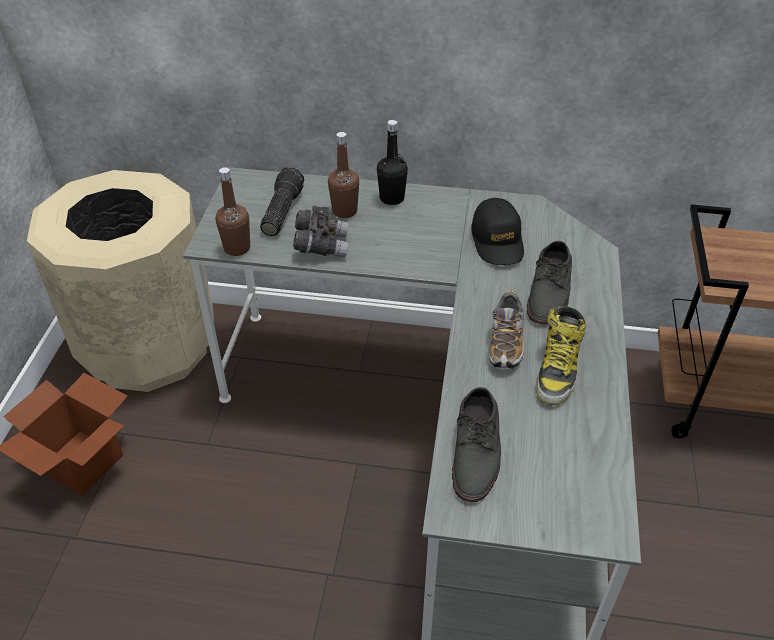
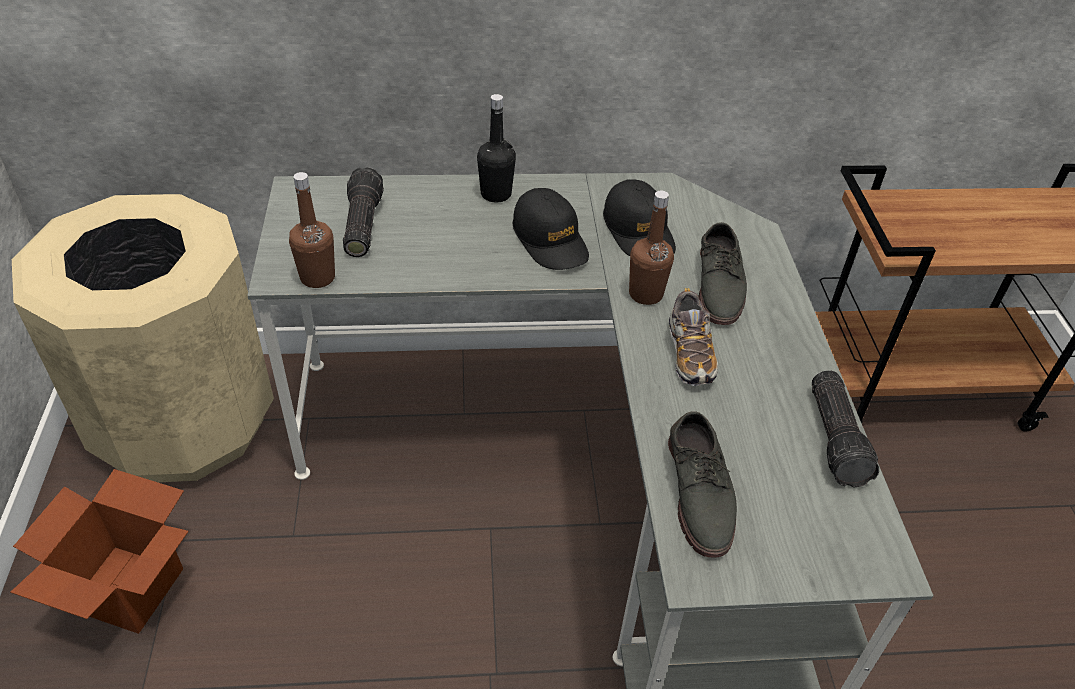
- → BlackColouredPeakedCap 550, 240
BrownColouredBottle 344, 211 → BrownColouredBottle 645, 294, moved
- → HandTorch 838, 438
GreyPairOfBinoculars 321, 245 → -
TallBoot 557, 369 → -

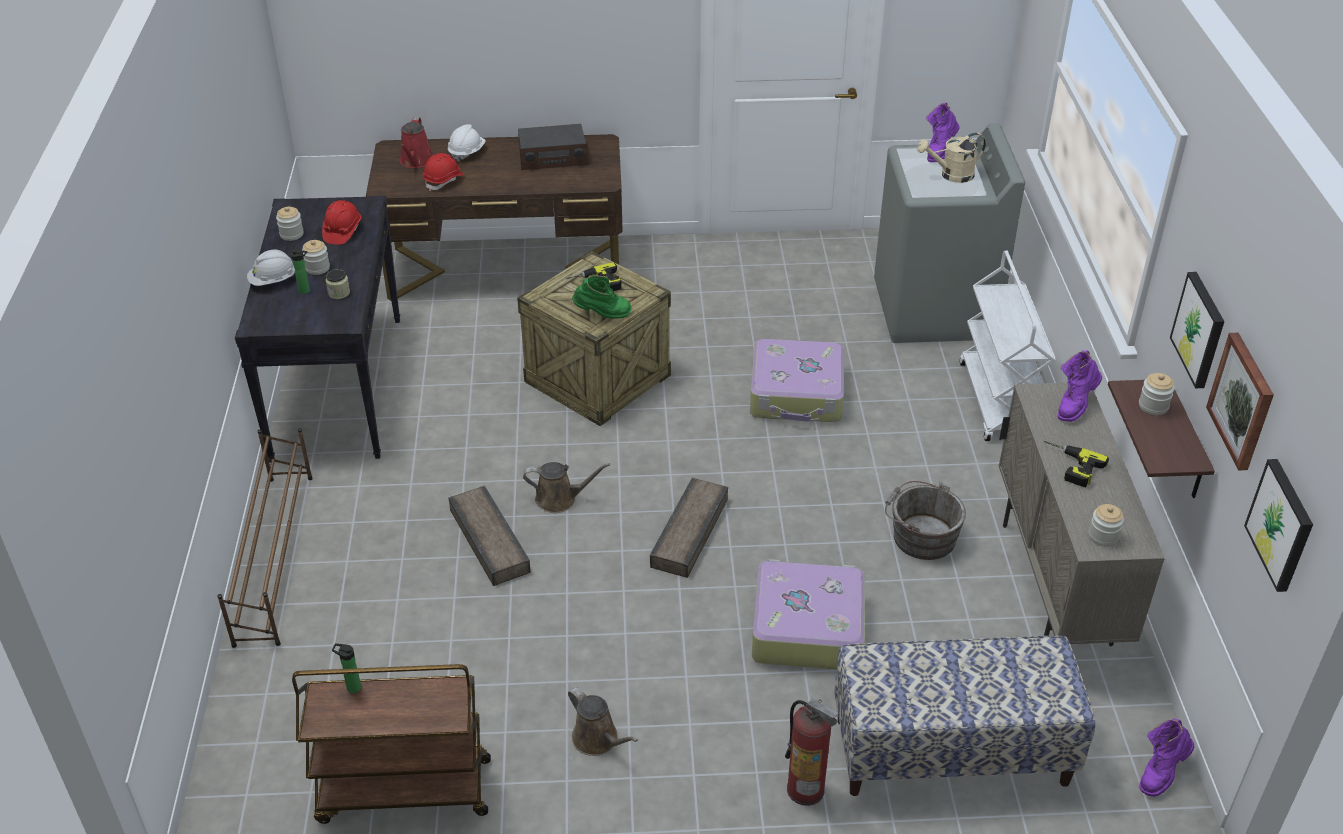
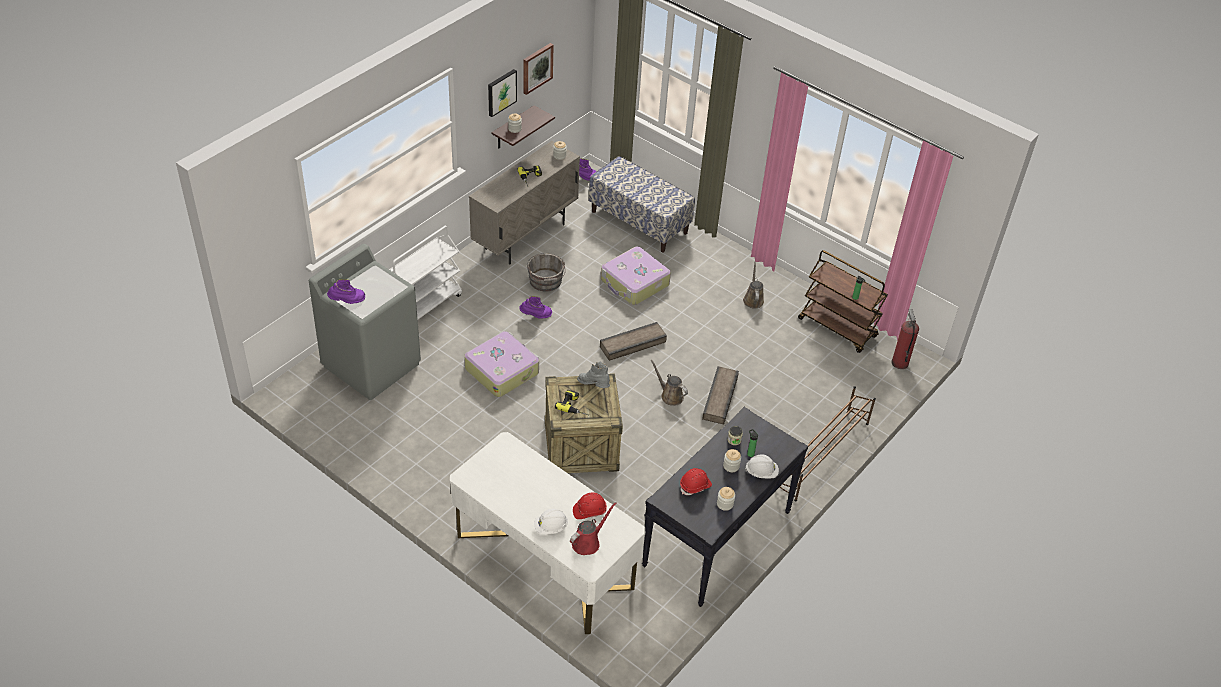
BrownColouredDeskUnit 505, 270 → WhiteDeskUnit 545, 561
PurplishTallBoot 1075, 405 → PurplishTallBoot 536, 316, moved
GreenTallBoot 602, 315 → GreyTallBoot 594, 386
FireExtinguisher 806, 789 → FireExtinguisher 899, 362, moved
RadioReceiver 552, 157 → -
BeigeColouredWateringPot 951, 175 → -
Picture 1282, 524 → -

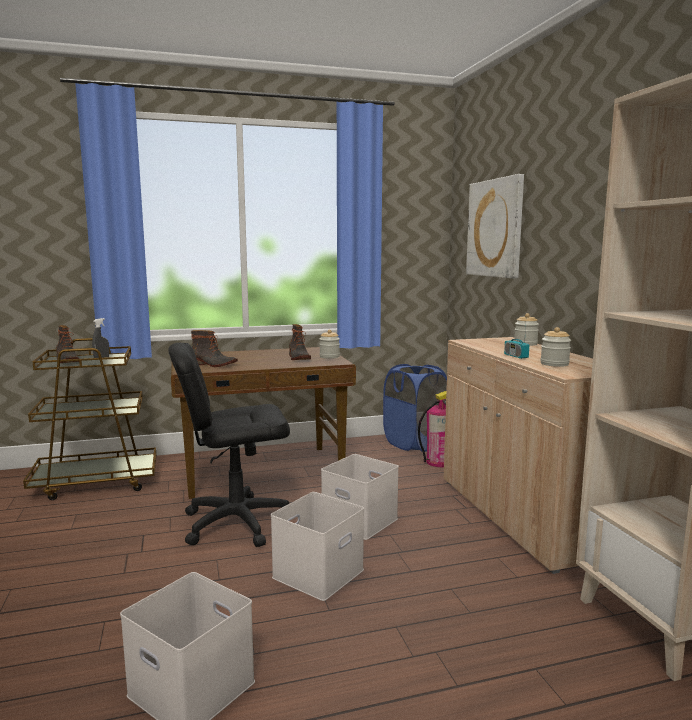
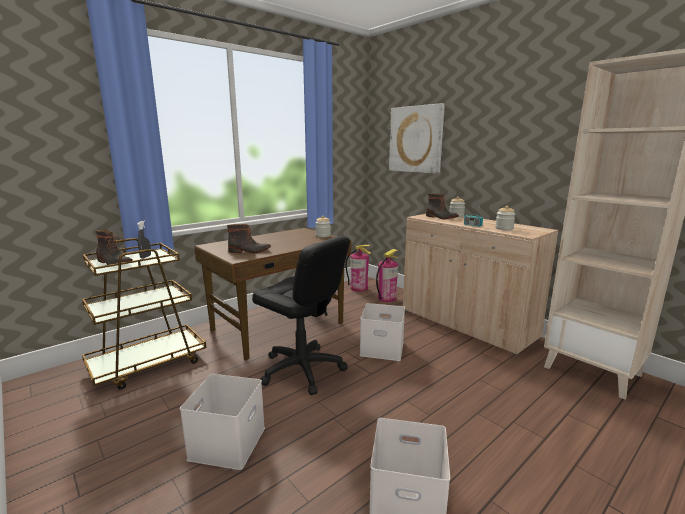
WhiteStorageContainer 318, 572 → WhiteStorageContainer 227, 442, moved
BlackColouredDeskChair 236, 522 → BlackColouredDeskChair 302, 370, 105 degrees counterclockwise
BlueColouredLaundryBasket 415, 443 → FireExtinguisher 359, 288
TallBoot 298, 358 → TallBoot 441, 217, moved

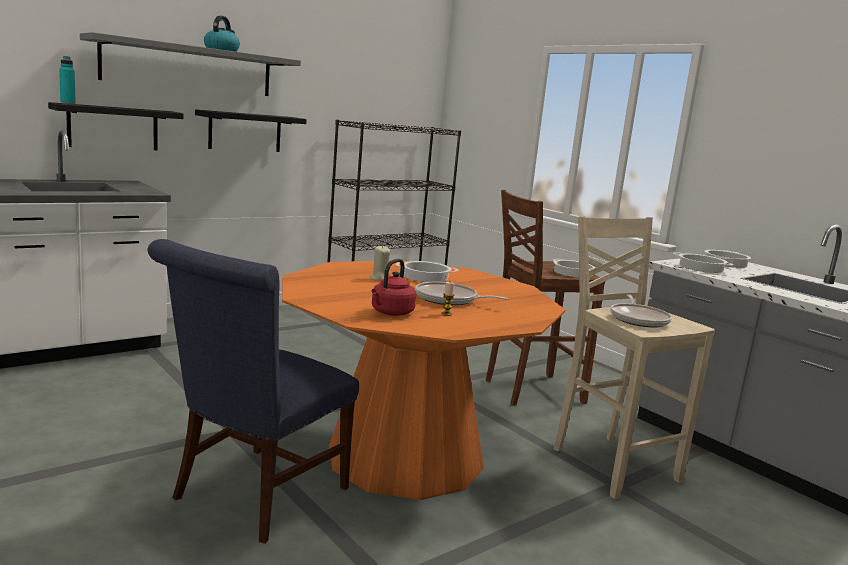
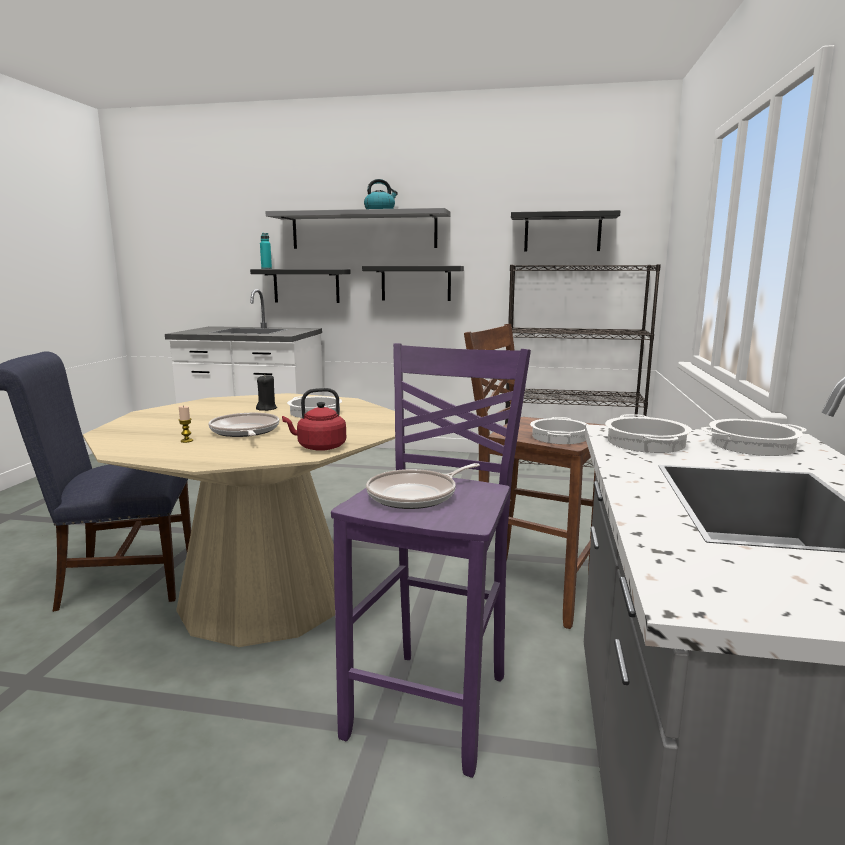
OrangeDinnerTable 405, 456 → BeigeColouredDinnerTable 264, 597
BeigeColouredCandle 379, 278 → BlackColouredCandle 267, 408
ReddishKettle 391, 313 → ReddishKettle 319, 447, moved
BeigeColouredStool 612, 464 → PurplishStool 434, 705
- → BlackColouredBracketShelf 562, 232

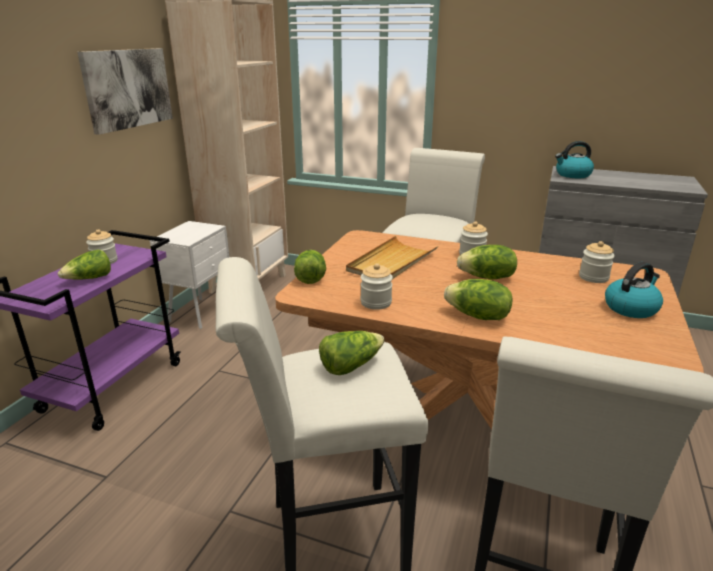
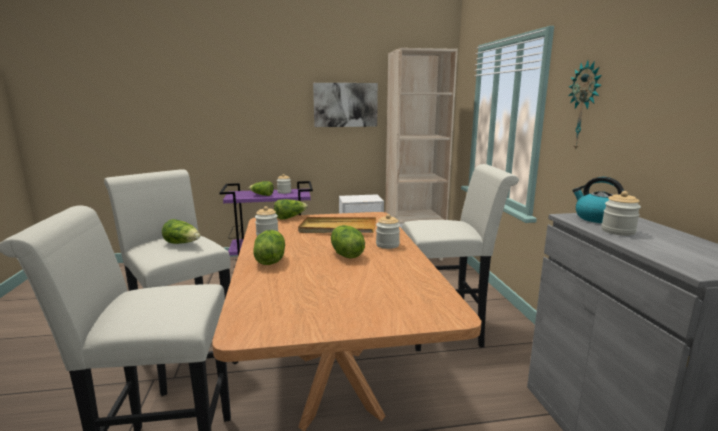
- → ClockOnTheWall 584, 106
PreserveJar 593, 277 → PreserveJar 618, 231, moved
Kettle 631, 308 → -

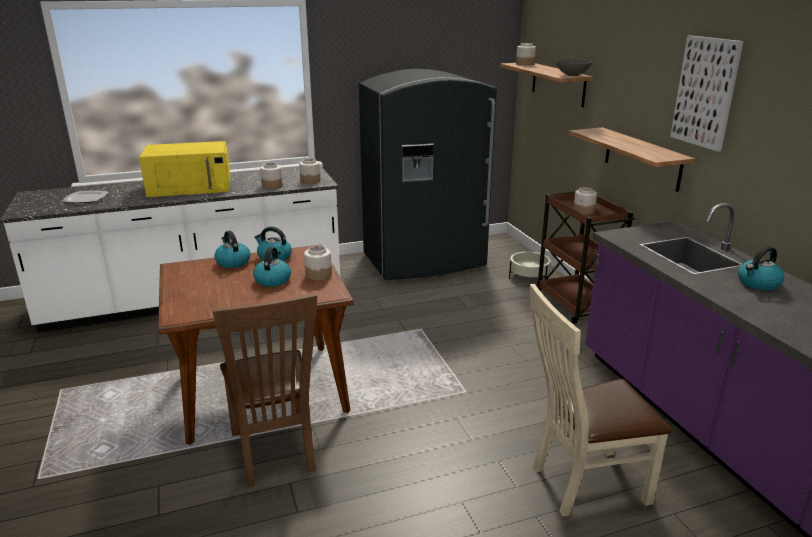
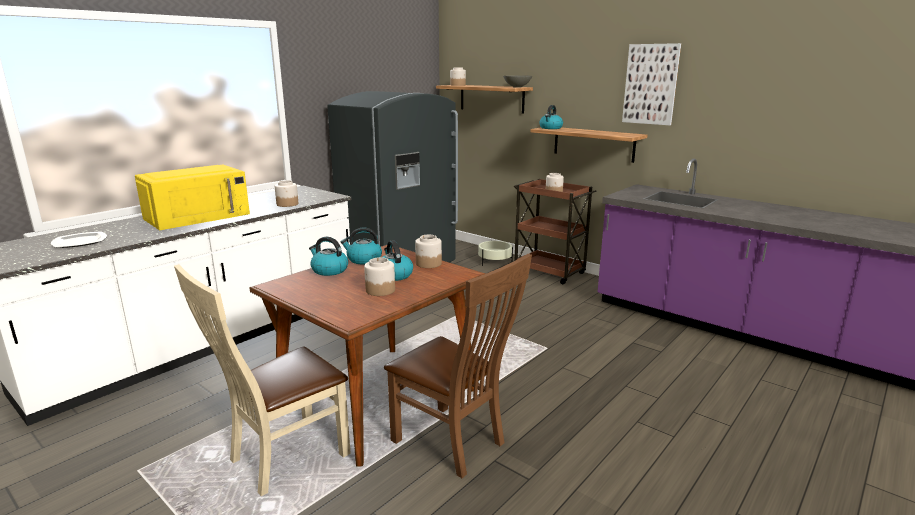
BeigeColouredUprightChair 582, 484 → BeigeColouredUprightChair 282, 459, moved
PreserveJar 310, 181 → PreserveJar 380, 290, moved
Kettle 758, 283 → Kettle 550, 128, moved

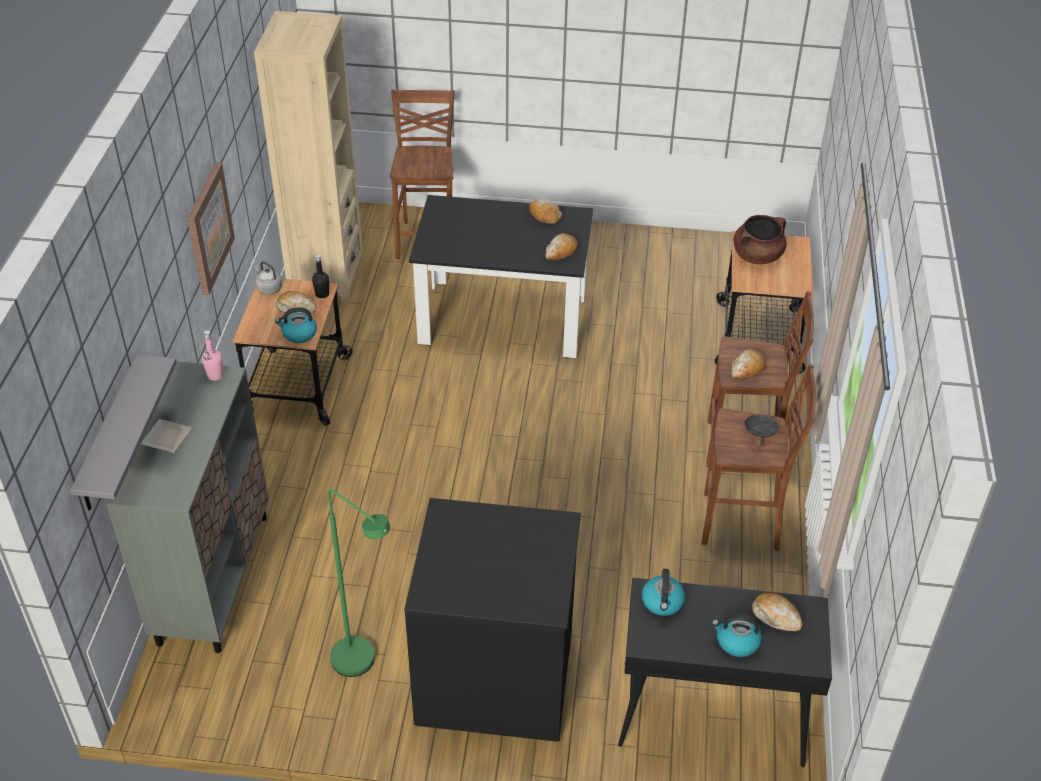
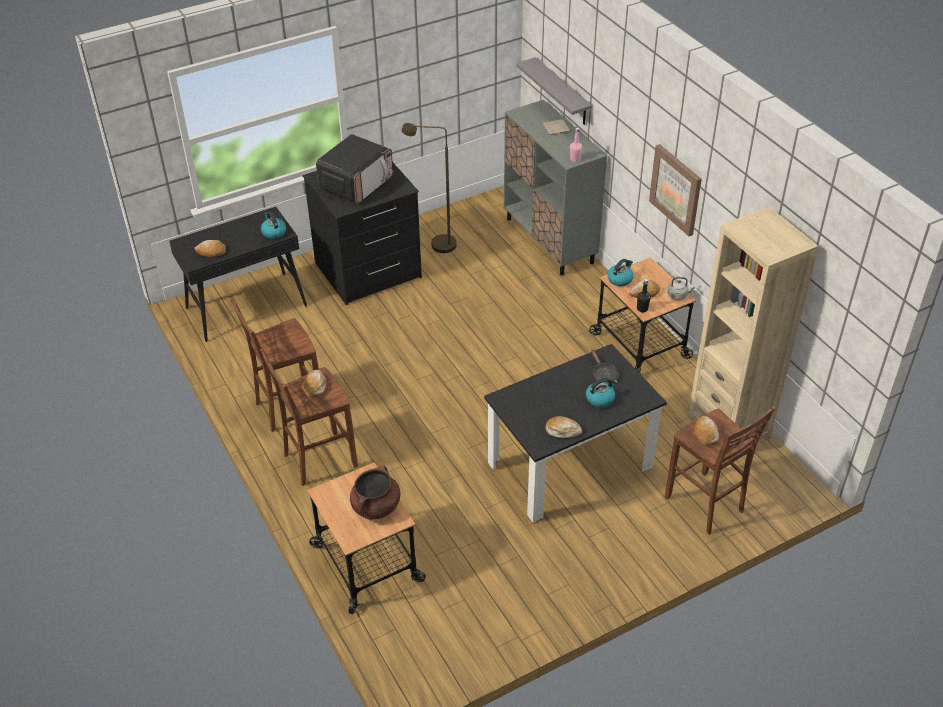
- → MicrowaveOven 357, 183
GreenStandardLamp 363, 664 → BrownColouredStandardLamp 436, 245
Kettle 736, 642 → Kettle 600, 398, moved
BlackColouredPan 760, 433 → BlackColouredPan 603, 375, moved
Bread 561, 251 → Bread 705, 433, moved

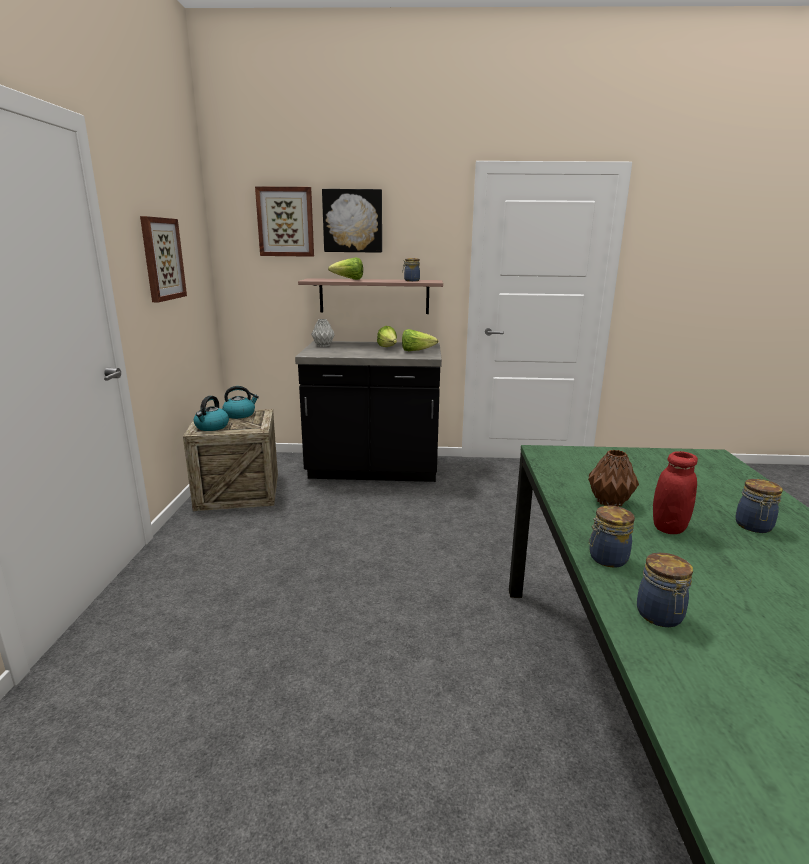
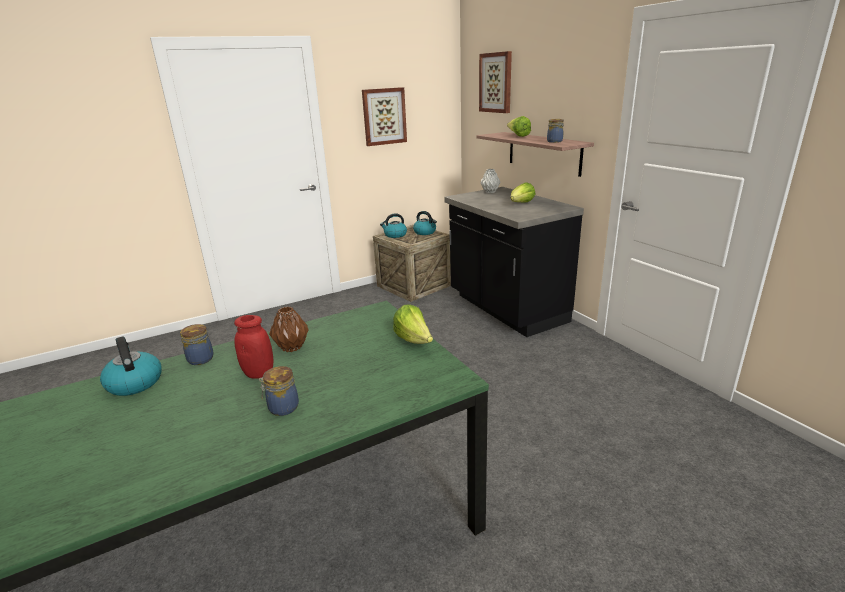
PreserveJar 660, 616 → Kettle 134, 383
LettuceHead 416, 351 → LettuceHead 414, 340, moved
Picture 353, 221 → -

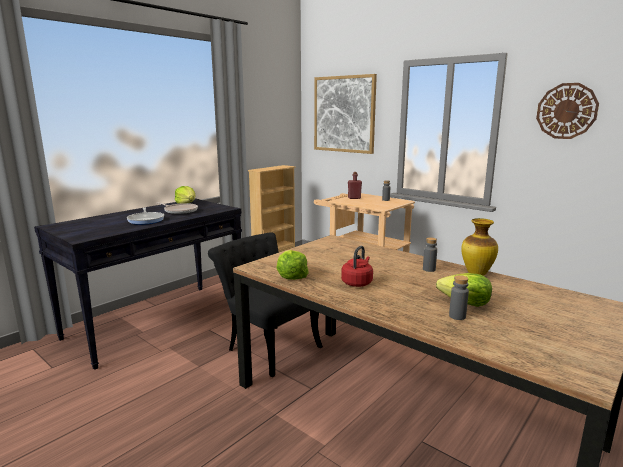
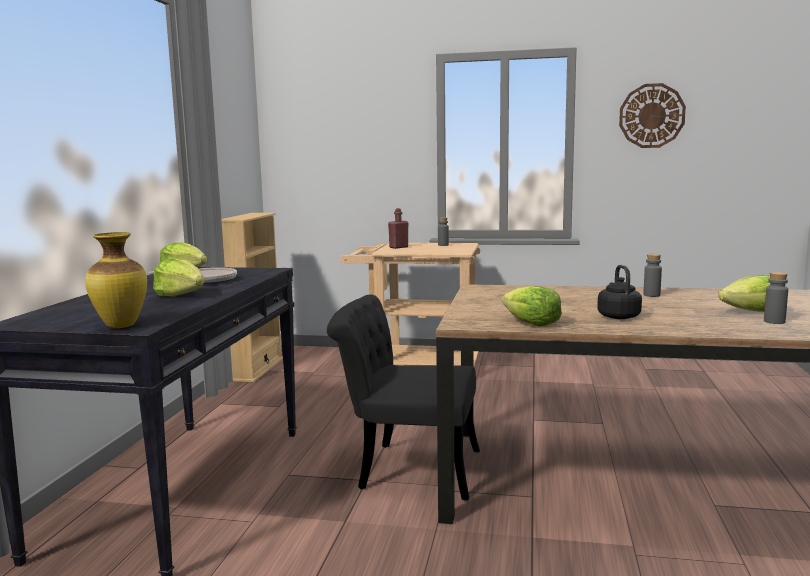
Vase 476, 274 → Vase 120, 326, moved
Pan 146, 220 → LettuceHead 181, 295
ReddishKettle 357, 283 → BlackColouredKettle 618, 316
Picture 344, 114 → -

